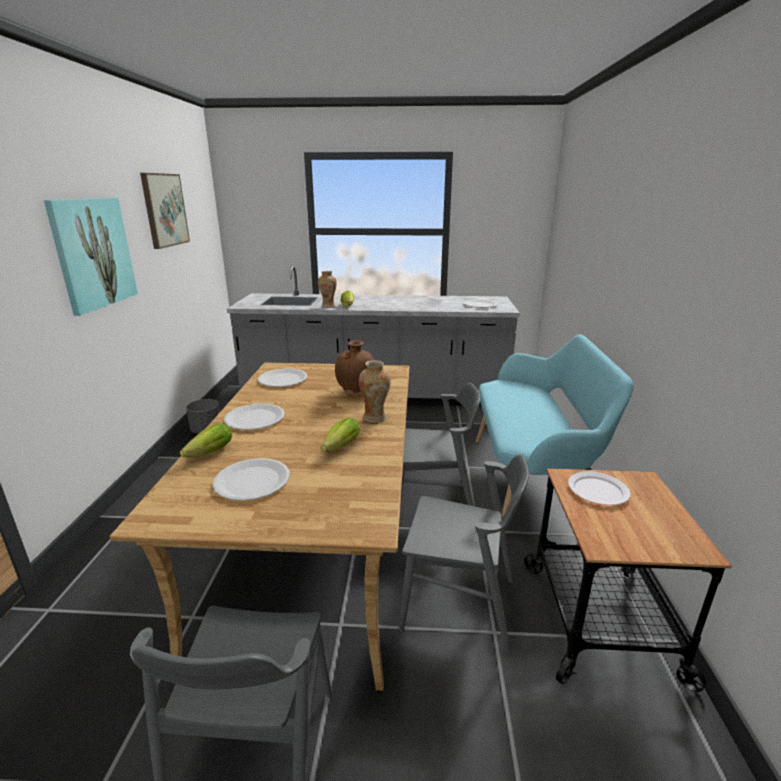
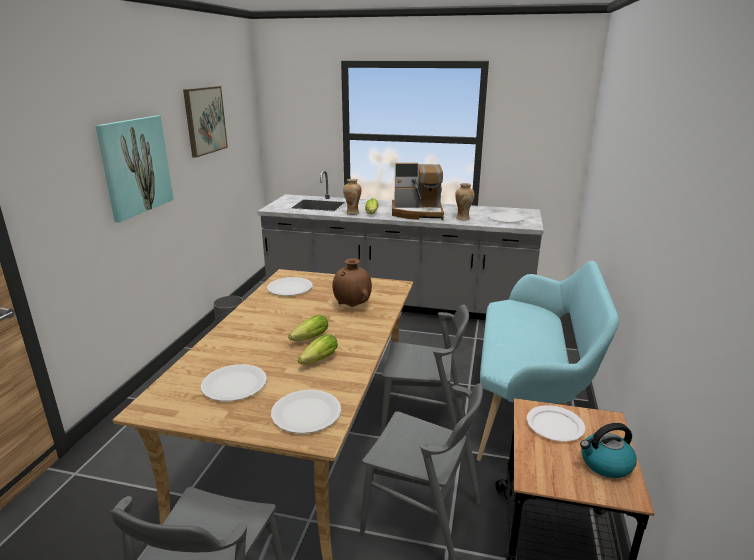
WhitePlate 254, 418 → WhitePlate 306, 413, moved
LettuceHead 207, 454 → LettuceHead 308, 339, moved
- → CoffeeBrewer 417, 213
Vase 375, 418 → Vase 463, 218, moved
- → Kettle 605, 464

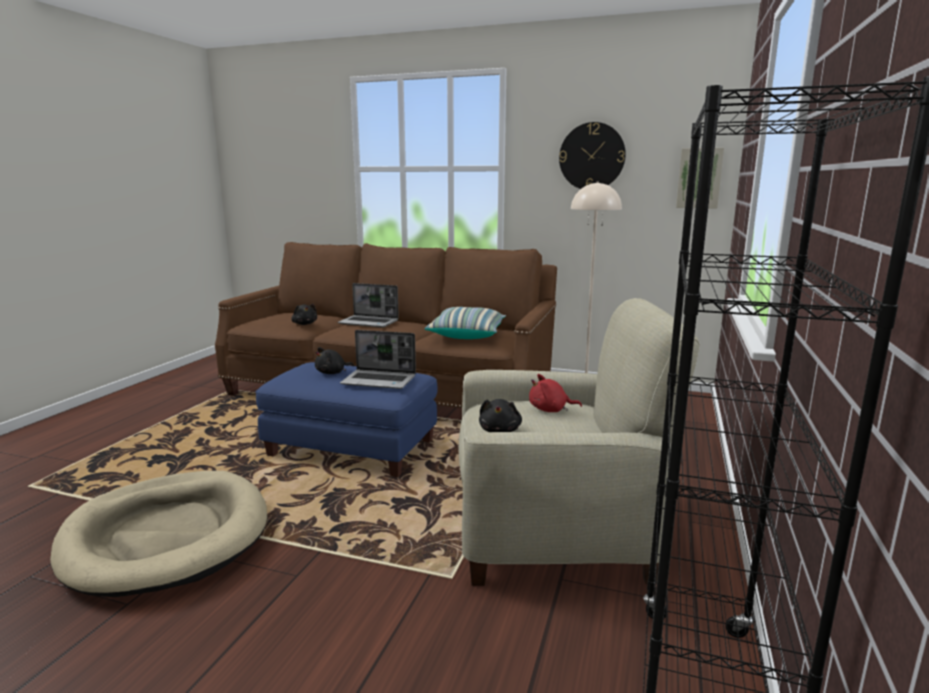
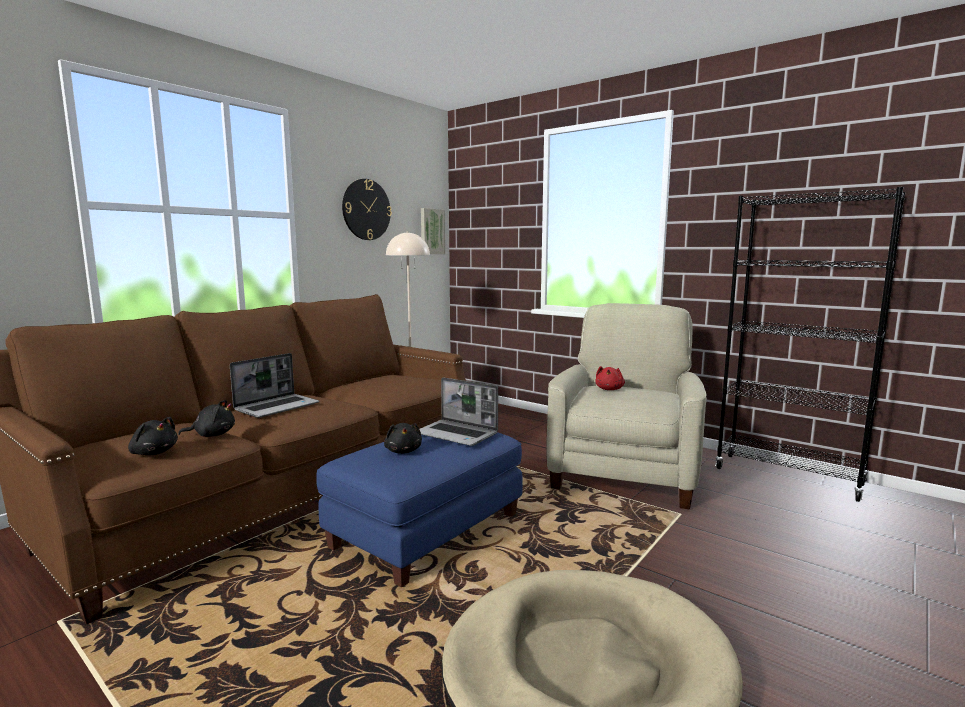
BlackColouredCuddlyToy 500, 431 → BlackColouredCuddlyToy 153, 453, moved
Laptop 380, 381 → Laptop 457, 434, 90 degrees clockwise
Cushion 467, 335 → -

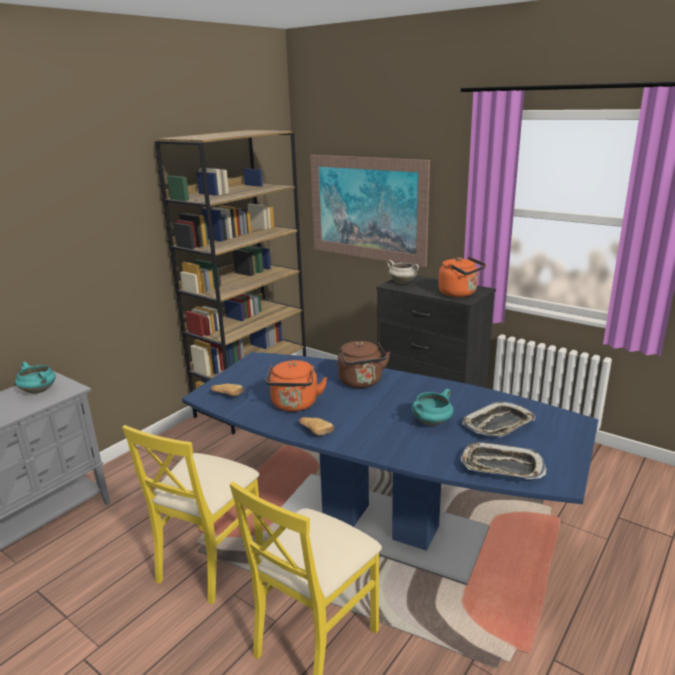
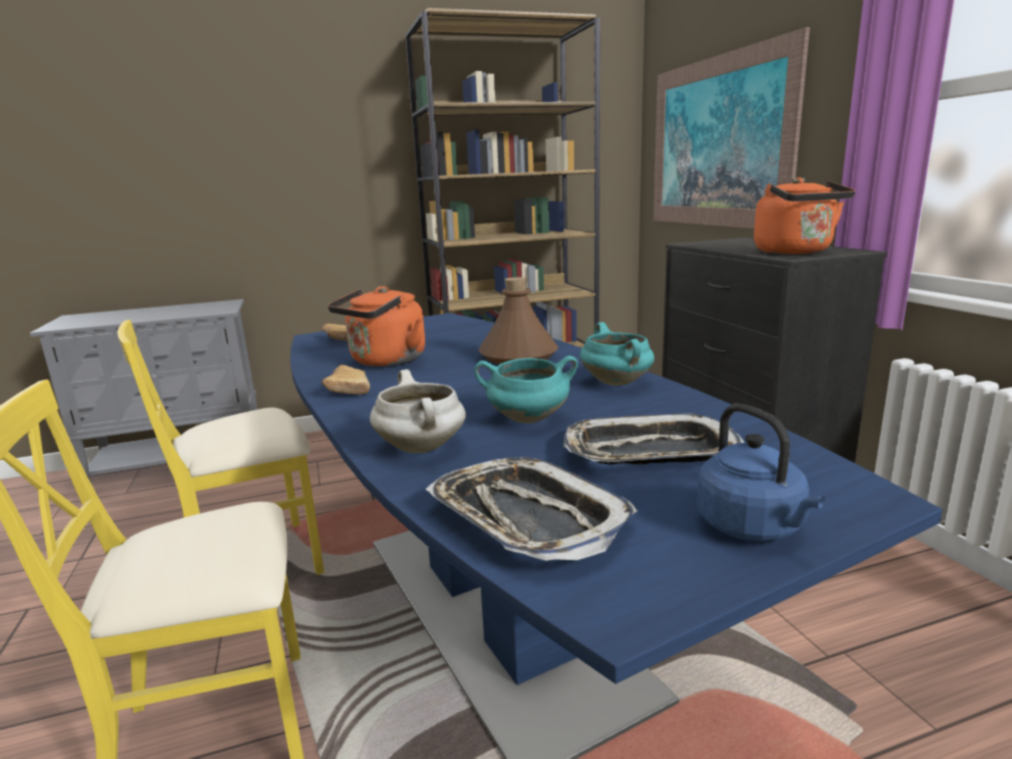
WhiteCookingPot 403, 282 → WhiteCookingPot 422, 448, moved
BrownColouredKettle 361, 382 → BrownColouredBottle 518, 356
TurquoiseColouredCookingPot 39, 391 → TurquoiseColouredCookingPot 617, 383, moved
- → BlueColouredKettle 753, 528

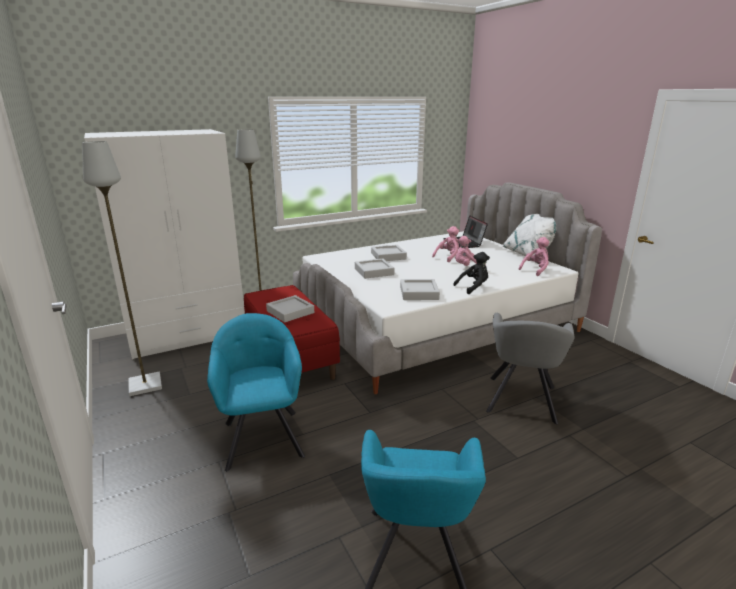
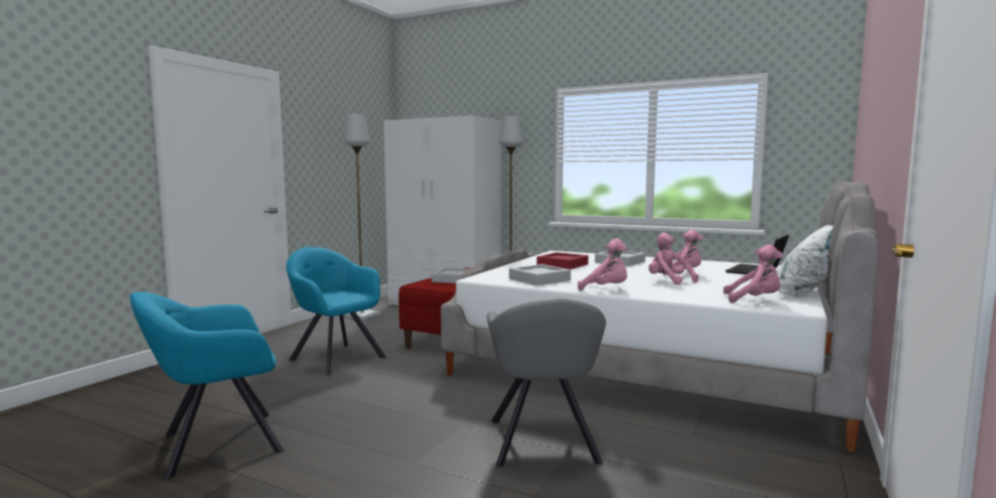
TurquoiseColouredEasyChair 262, 436 → TurquoiseColouredEasyChair 335, 358, 90 degrees counterclockwise
GreyEasyChair 521, 401 → GreyEasyChair 543, 443, 75 degrees counterclockwise
GreyServingTray 374, 271 → ReddishServingTray 562, 265
BlackColouredCuddlyToy 473, 287 → PinkCuddlyToy 606, 289

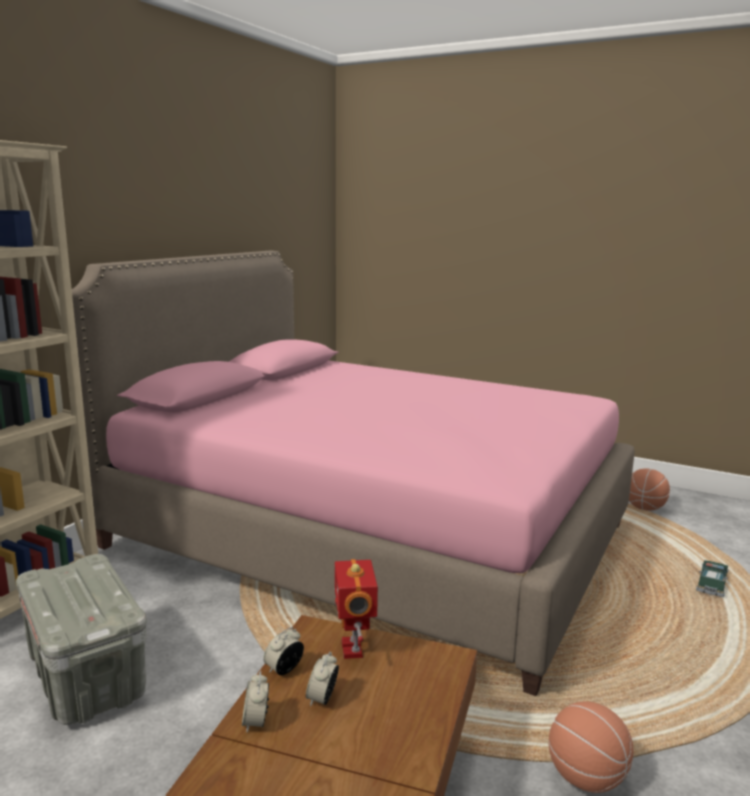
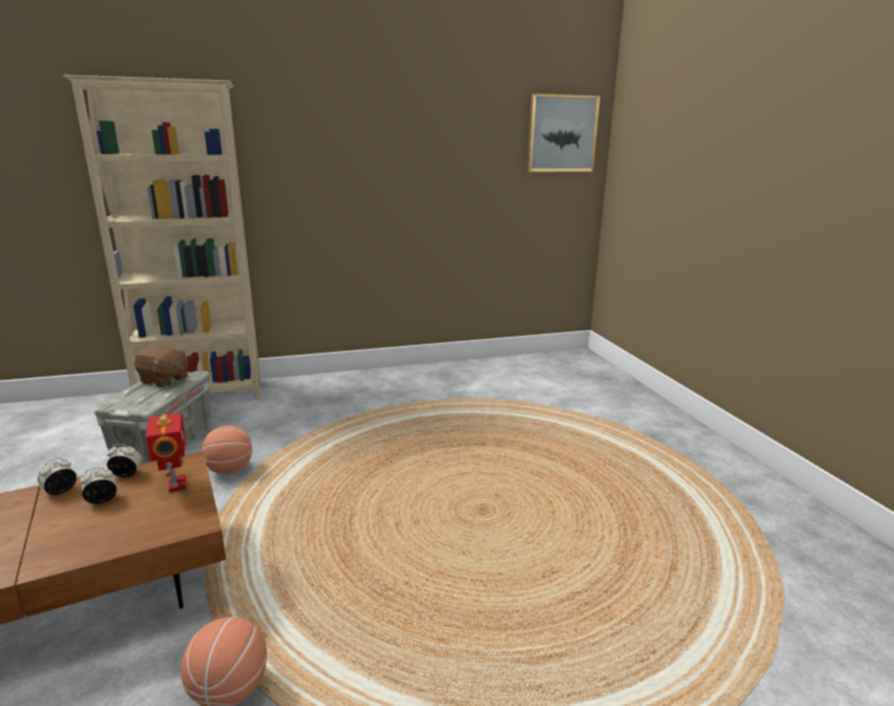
- → BrownColouredCuddlyToy 164, 380
RobotFigure 354, 649 → RobotFigure 175, 485, 120 degrees clockwise
BasketballBall 645, 508 → BasketballBall 230, 470, moved
- → Picture 561, 134
PinkBedroomBed 369, 536 → -
MiniatureCar 711, 584 → -

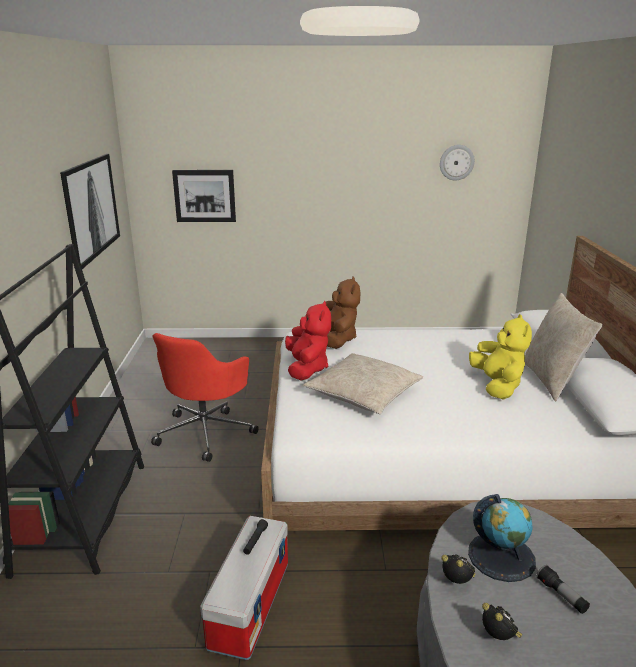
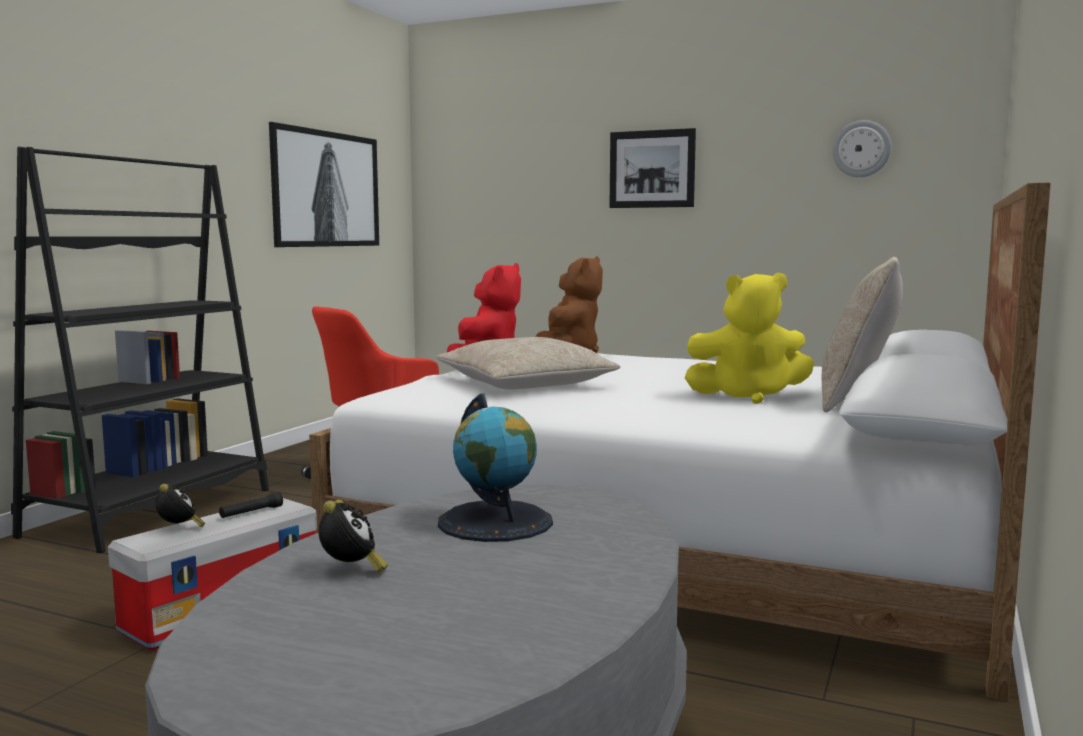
BedsideClock 457, 583 → BedsideClock 179, 529, moved
Picture 204, 196 → Picture 652, 169, moved
YellowishCuddlyToy 497, 386 → YellowishCuddlyToy 748, 396, 75 degrees clockwise
HandTorch 561, 595 → -

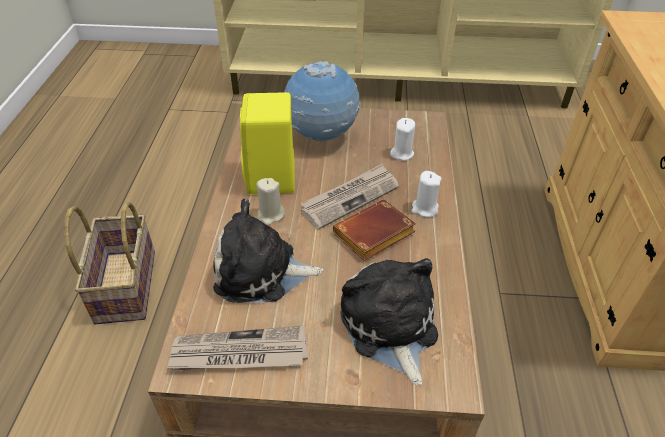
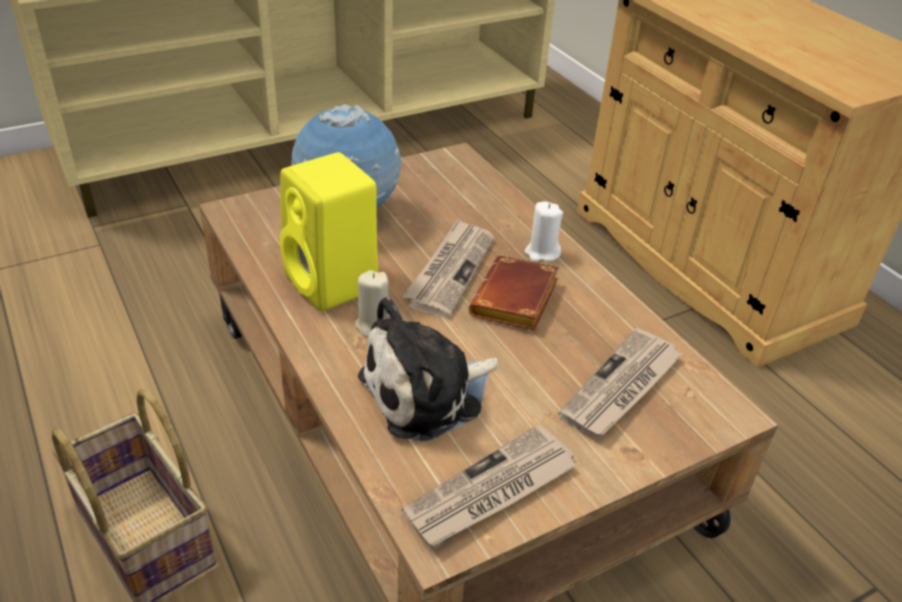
CuddlyToy 389, 327 → DailyPaper 621, 387
WhiteCandle 401, 153 → -

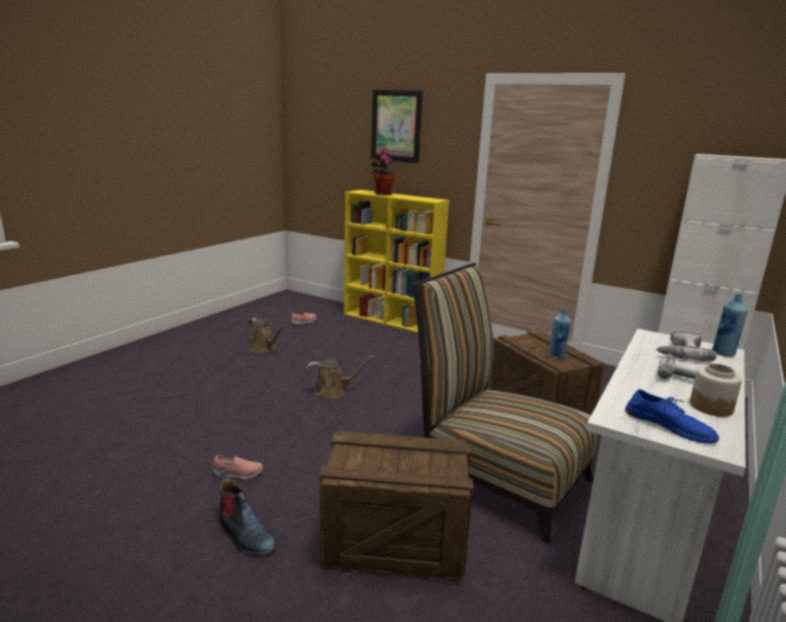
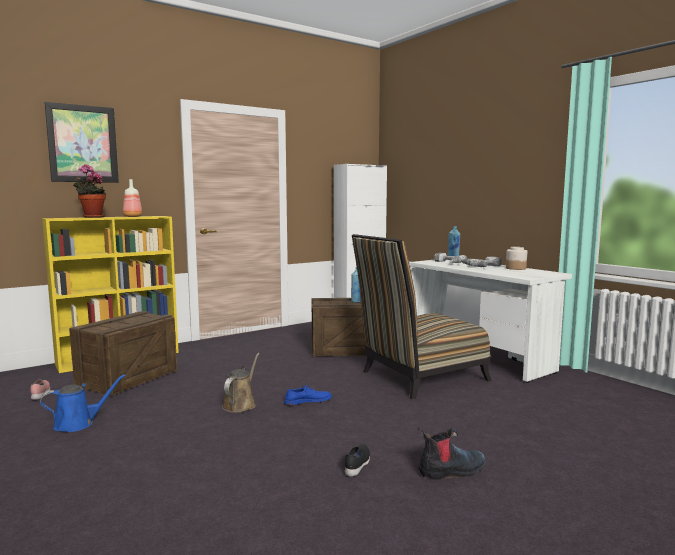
BrownColouredWateringPot 264, 348 → BlueColouredWateringPot 78, 424
ShippingCrate 395, 542 → ShippingCrate 128, 378, moved
- → Bottle 132, 216
BlueColouredLowShoe 669, 425 → BlueColouredLowShoe 308, 401, moved
PinkLowShoe 238, 474 → BlackColouredLowShoe 357, 465

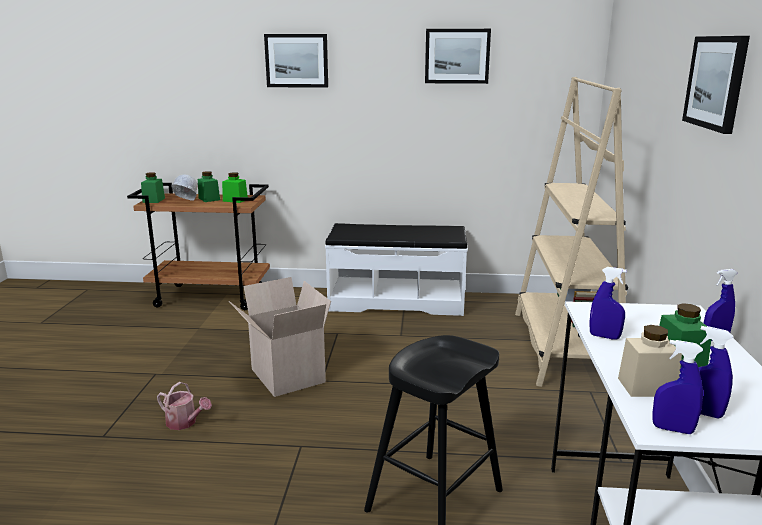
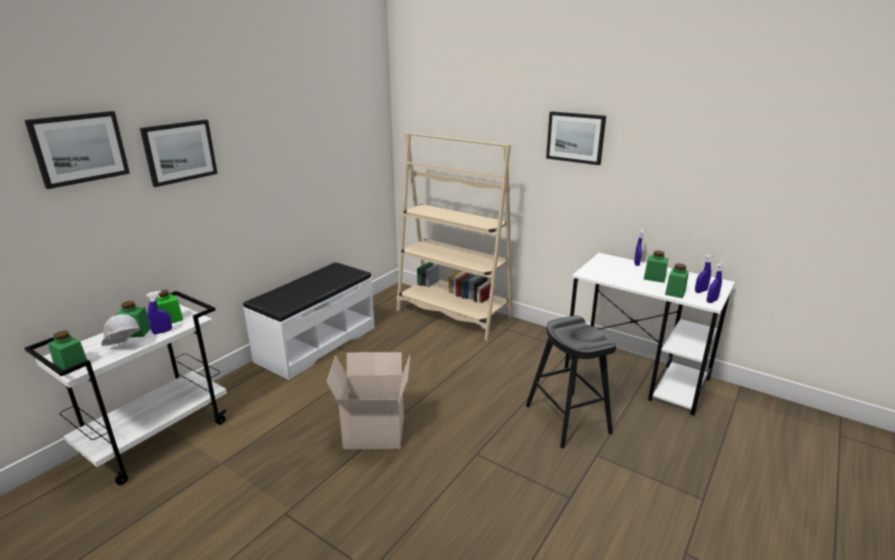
Picture 457, 56 → Picture 79, 148, moved
BrownColouredCart 212, 297 → WhiteCart 158, 437
BlueColouredSprayBottle 604, 336 → BlueColouredSprayBottle 162, 332, moved
BeigeColouredPreserveJar 646, 387 → GreenPreserveJar 675, 292
WateringPot 185, 423 → -

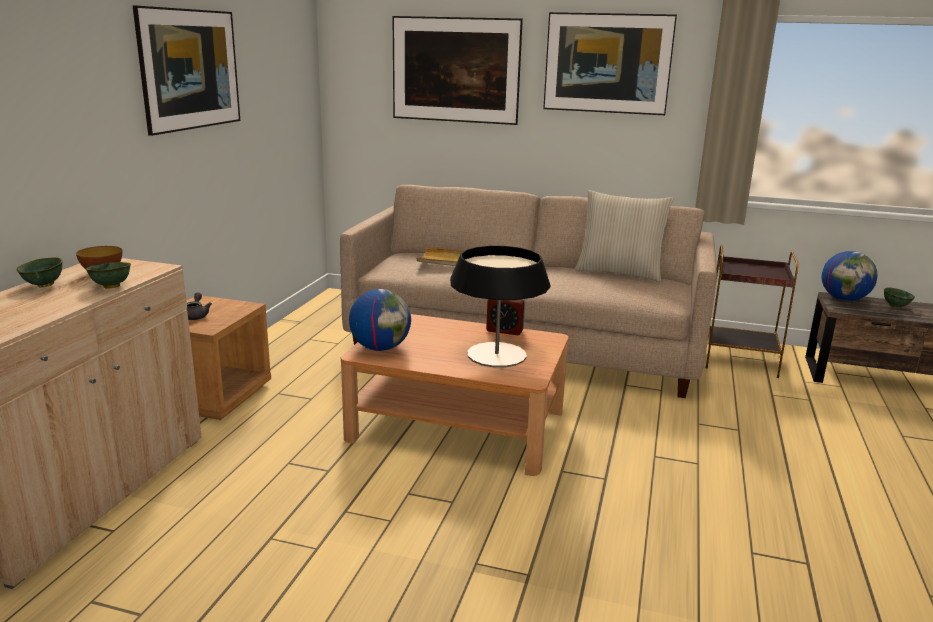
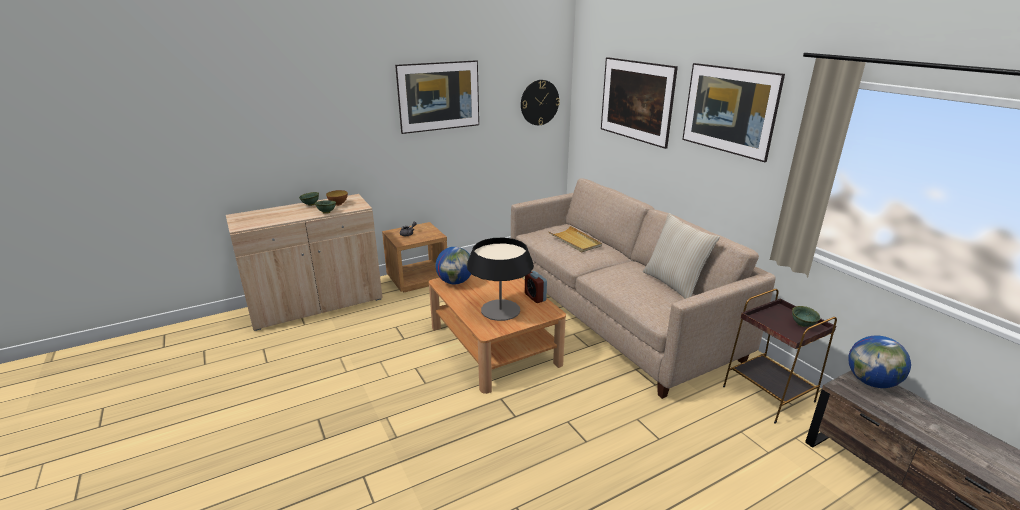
- → ClockOnTheWall 539, 102
GreenBowl 895, 307 → GreenBowl 802, 325, moved

